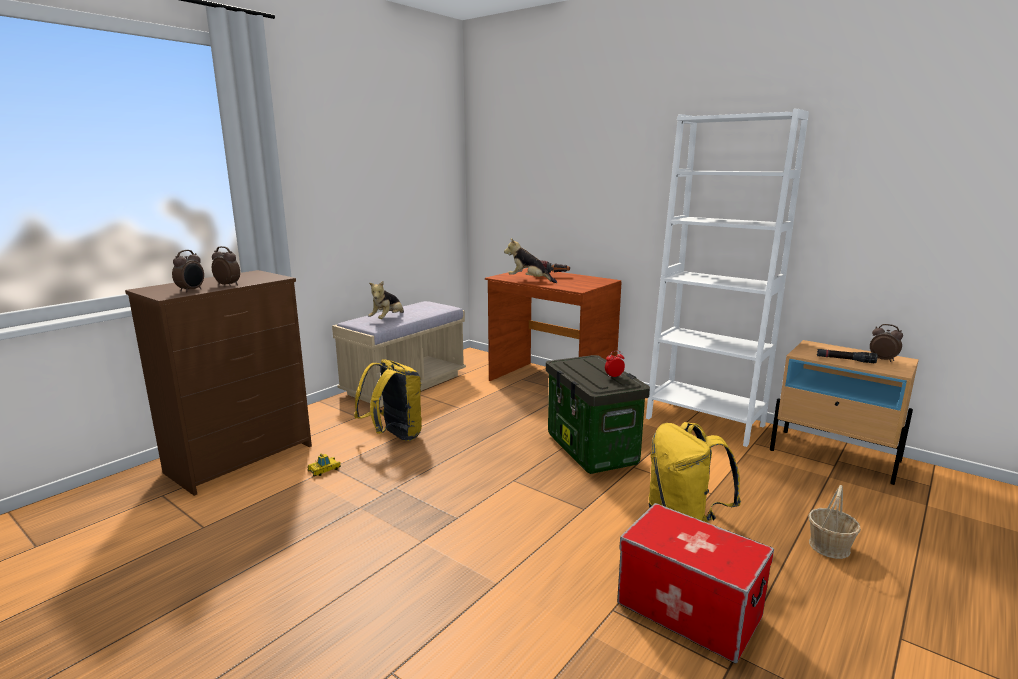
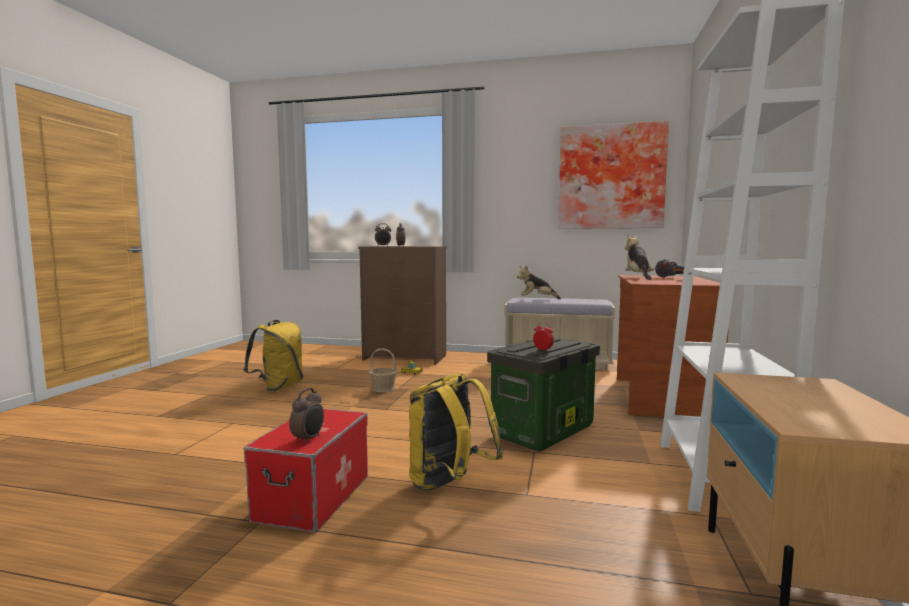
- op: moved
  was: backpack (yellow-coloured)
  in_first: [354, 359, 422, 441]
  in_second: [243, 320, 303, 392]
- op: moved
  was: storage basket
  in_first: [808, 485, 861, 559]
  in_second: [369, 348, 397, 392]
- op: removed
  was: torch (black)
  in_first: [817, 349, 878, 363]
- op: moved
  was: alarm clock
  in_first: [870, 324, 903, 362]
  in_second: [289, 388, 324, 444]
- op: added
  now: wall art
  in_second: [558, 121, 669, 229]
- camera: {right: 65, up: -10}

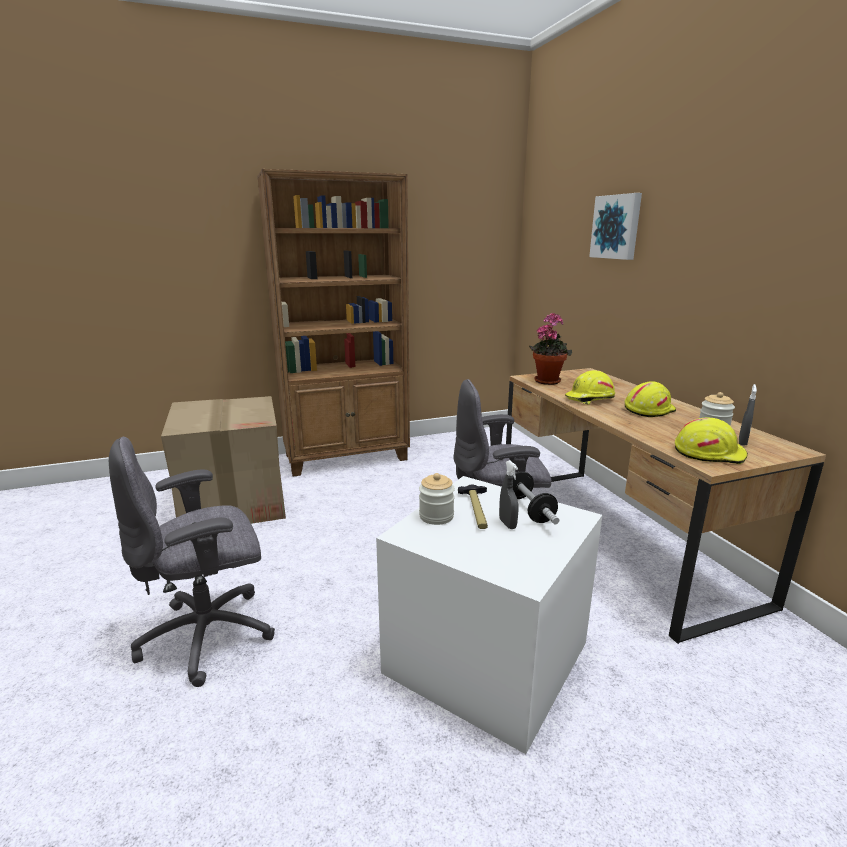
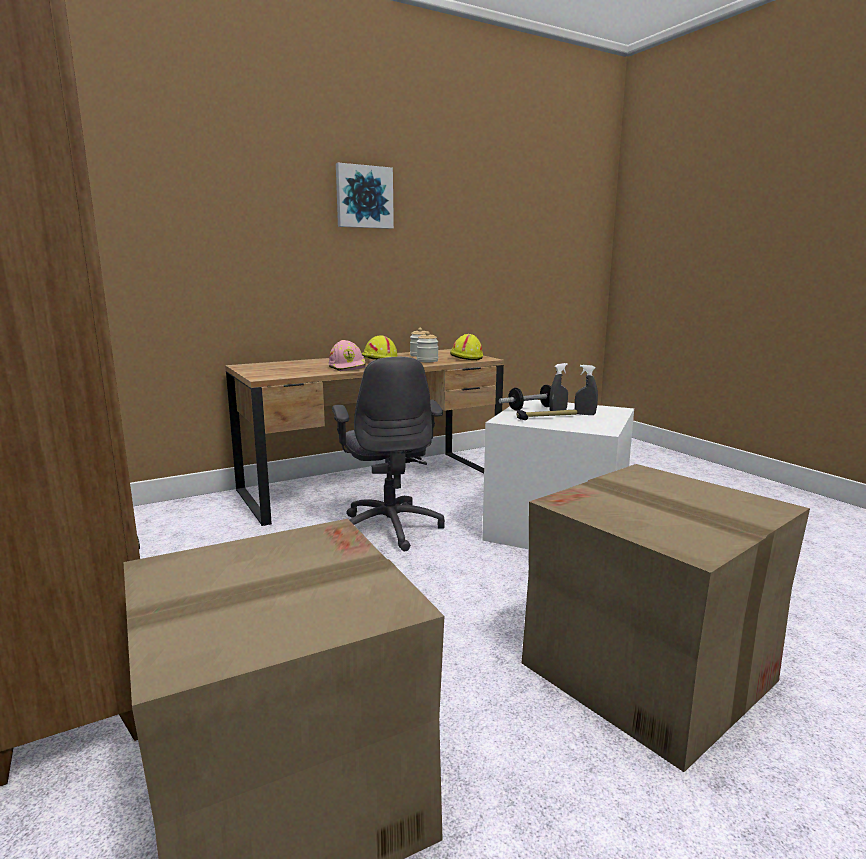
- op: replaced
  was: desk chair (gray)
  now: carton
  in_first: [109, 437, 275, 687]
  in_second: [522, 464, 810, 772]
- op: moved
  was: storage jar
  in_first: [419, 473, 455, 525]
  in_second: [417, 331, 438, 362]
- op: removed
  was: houseplant
  in_first: [529, 313, 572, 385]
- op: recoloured
  was: safety helmet (yellow-coloured)
  now: safety helmet (pink-coloured)
  in_first: [565, 370, 615, 405]
  in_second: [329, 340, 366, 371]
- op: moved
  was: wall art
  in_first: [589, 193, 642, 260]
  in_second: [336, 163, 394, 229]
- op: moved
  was: spray bottle (gray)
  in_first: [739, 384, 757, 446]
  in_second: [575, 365, 598, 415]
- camera: {right: -100, up: -5}

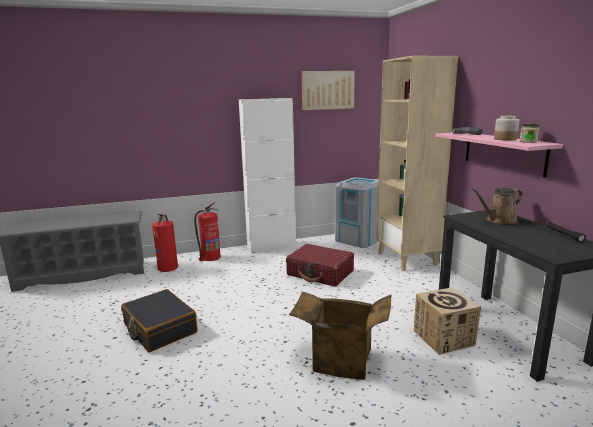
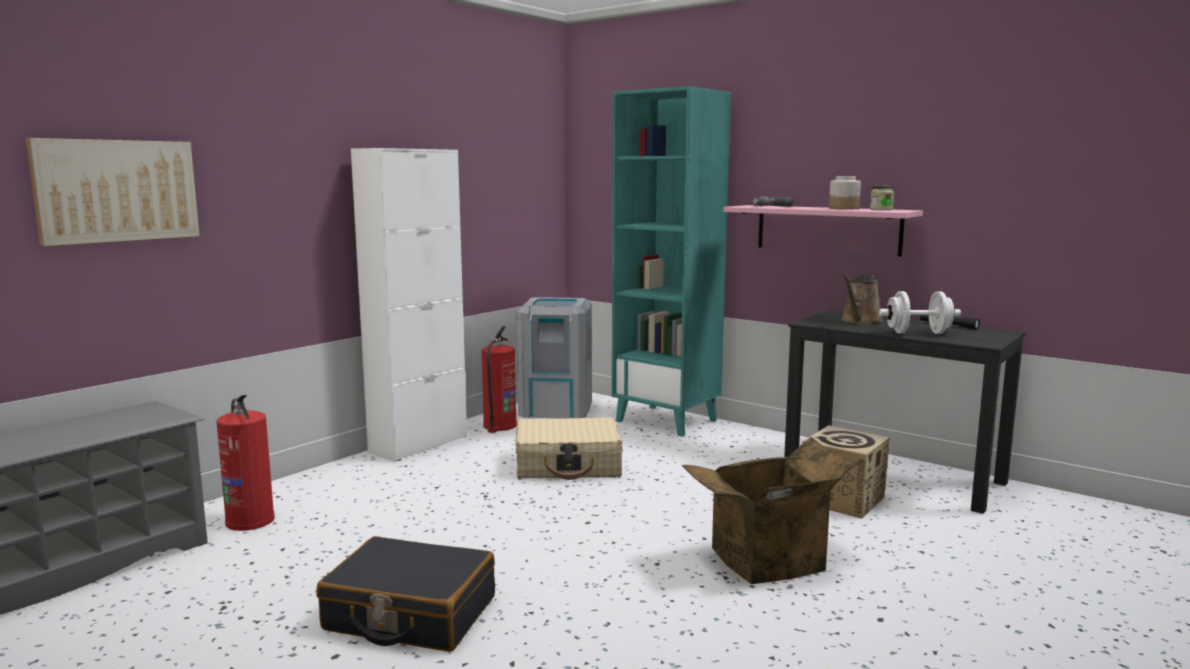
- op: moved
  was: extinguisher
  in_first: [194, 202, 221, 261]
  in_second: [482, 326, 517, 433]
- op: recoloured
  was: suitcase (red-coloured)
  now: suitcase (sand-coloured)
  in_first: [286, 244, 354, 287]
  in_second: [516, 417, 622, 480]
- op: moved
  was: wall art
  in_first: [302, 71, 355, 110]
  in_second: [26, 138, 200, 246]
- op: recoloured
  was: bookshelf (sand-coloured)
  now: bookshelf (turquoise)
  in_first: [377, 56, 458, 271]
  in_second: [612, 86, 731, 437]
- op: added
  now: dumbbell (whitish)
  in_second: [879, 291, 961, 334]
- camera: {right: -35, up: -5}

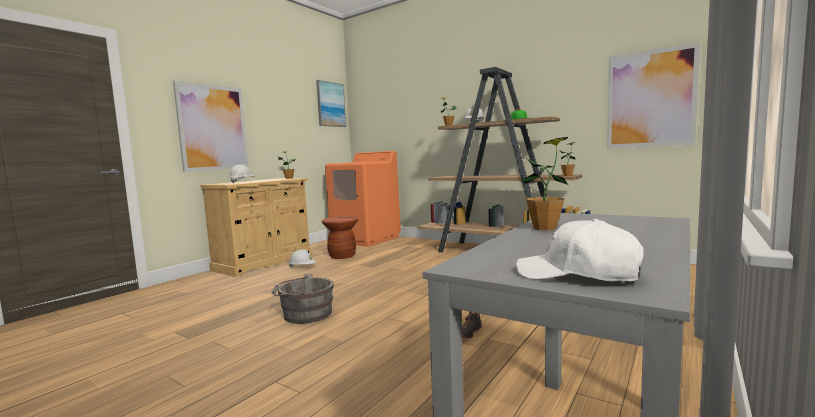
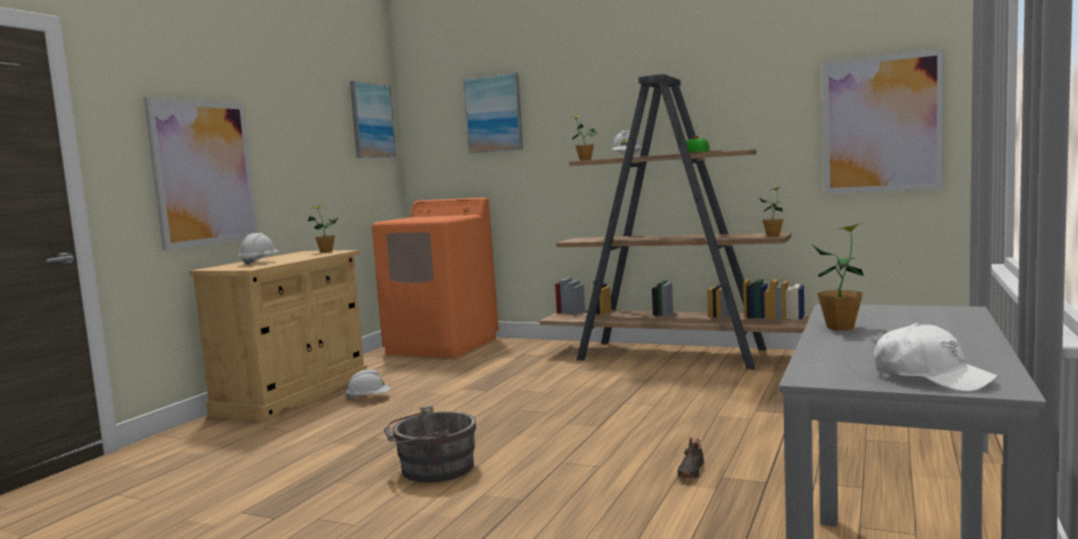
- op: removed
  was: sitting stool (brown-coloured)
  in_first: [322, 216, 358, 259]
- op: turned
  was: cap (whitish)
  in_first: [516, 218, 644, 281]
  in_second: [874, 323, 998, 392]
  clockwise: -150
- op: added
  now: wall art
  in_second: [463, 73, 523, 154]
- camera: {right: -10, up: 0}

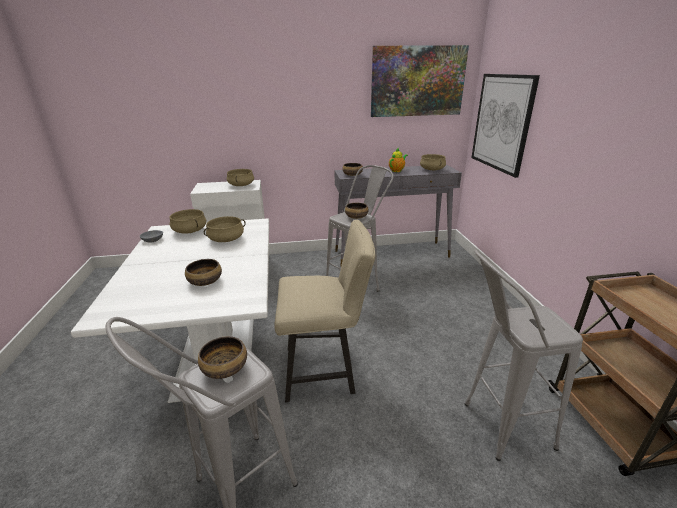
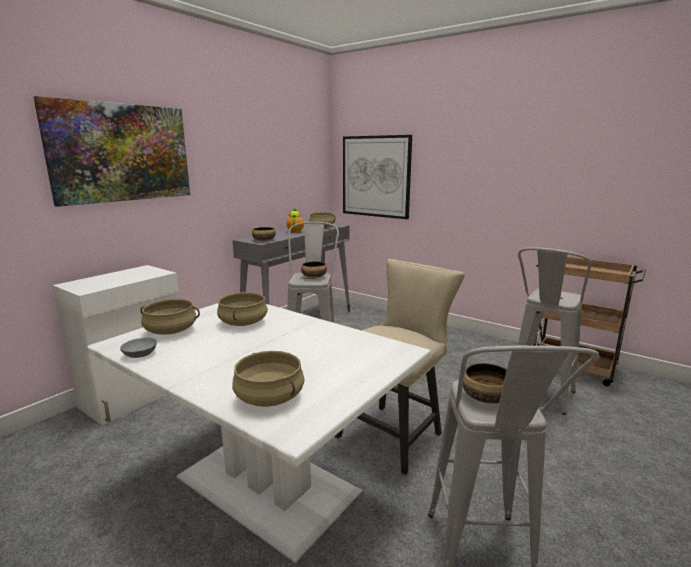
- op: removed
  was: bowl
  in_first: [185, 259, 222, 286]
- op: moved
  was: stockpot (sand-coloured)
  in_first: [227, 169, 254, 186]
  in_second: [232, 351, 305, 407]
- op: moved
  was: wall art
  in_first: [371, 45, 469, 117]
  in_second: [33, 96, 190, 207]
- camera: {right: -45, up: -10}

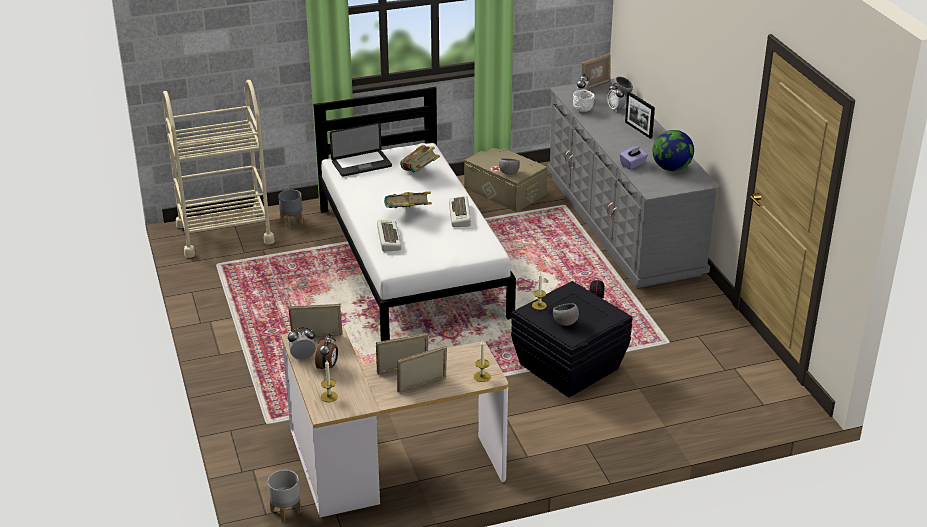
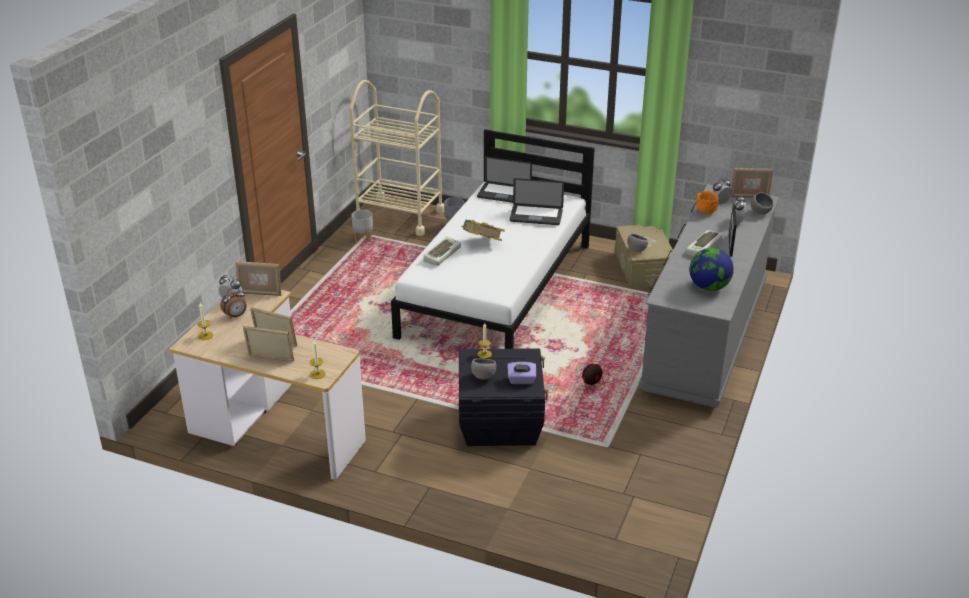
- op: moved
  was: planter (gray)
  in_first: [268, 470, 301, 522]
  in_second: [352, 210, 373, 243]
- op: turned
  was: standing frame
  in_first: [288, 304, 343, 337]
  in_second: [235, 261, 282, 296]
  clockwise: 150
- op: replaced
  was: book
  now: notebook computer
  in_first: [400, 144, 440, 173]
  in_second: [509, 178, 564, 225]
- op: moved
  was: PC keyboard
  in_first: [449, 196, 471, 227]
  in_second: [686, 230, 723, 256]
- op: recoloured
  was: bowl (whitish)
  now: bowl (orange-coloured)
  in_first: [573, 89, 595, 112]
  in_second: [696, 191, 719, 214]
- op: moved
  was: box of tissues (purple-coloured)
  in_first: [619, 146, 648, 170]
  in_second: [507, 362, 536, 384]
- camera: {right: 40, up: 0}

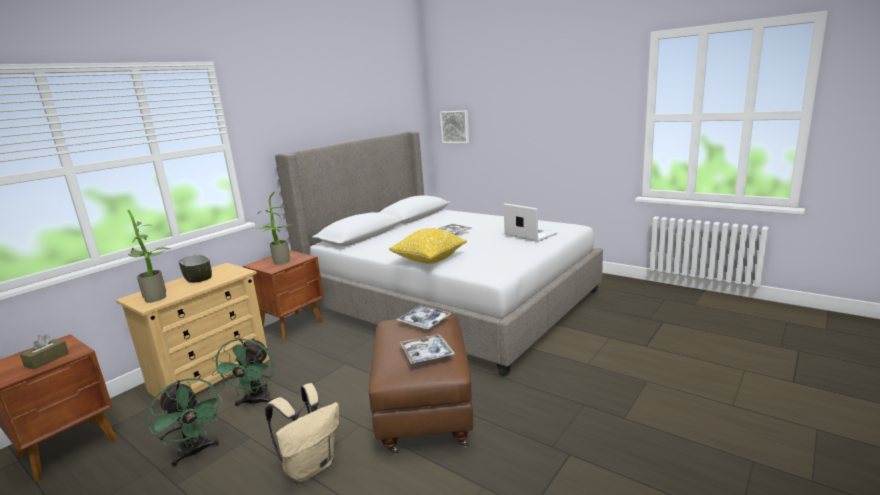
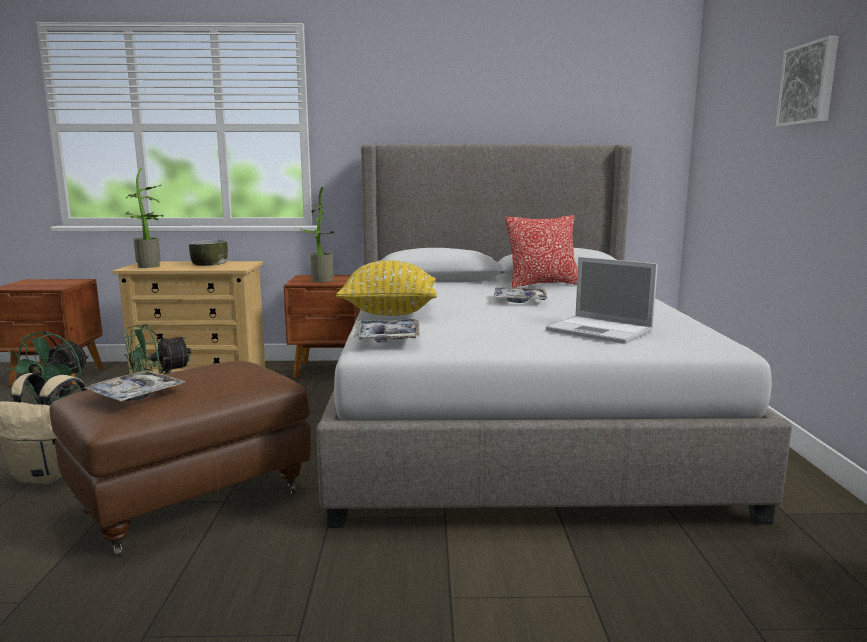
- op: removed
  was: box of tissues (brown-coloured)
  in_first: [20, 334, 69, 370]
- op: moved
  was: serving tray
  in_first: [397, 305, 451, 329]
  in_second: [353, 319, 420, 343]
- op: moved
  was: wall art
  in_first: [440, 111, 469, 143]
  in_second: [776, 36, 839, 127]
- op: turned
  was: notebook computer
  in_first: [504, 203, 557, 242]
  in_second: [546, 257, 658, 344]
  clockwise: 120
- op: added
  now: pillow
  in_second: [505, 215, 578, 287]
- camera: {right: 50, up: -5}

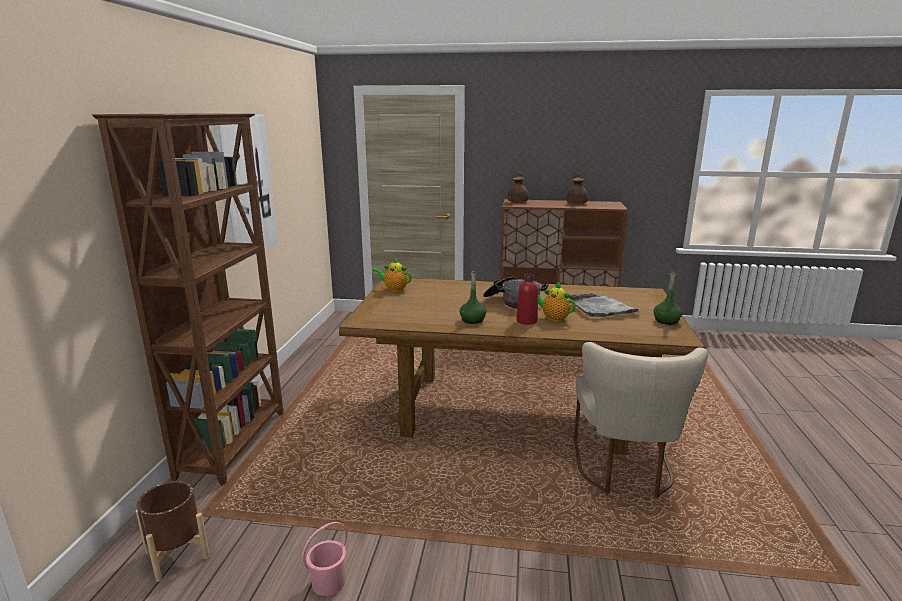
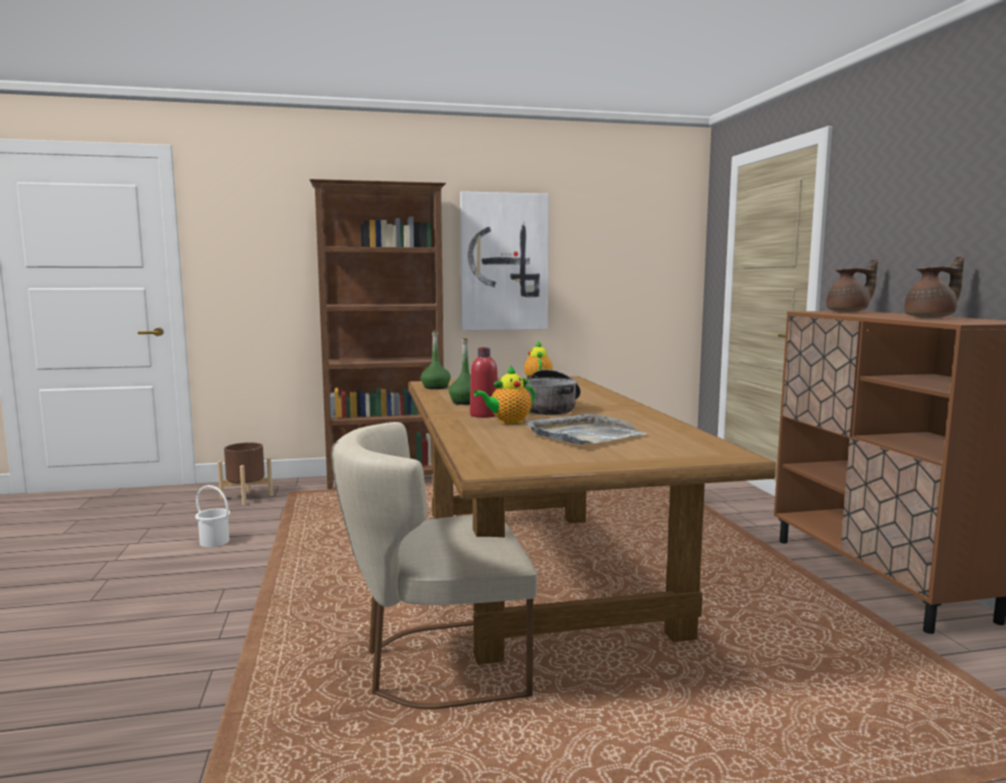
- op: recoloured
  was: pail (pink-coloured)
  now: pail (whitish)
  in_first: [302, 522, 347, 596]
  in_second: [195, 485, 230, 547]
- op: turned
  was: tea pot
  in_first: [538, 282, 575, 322]
  in_second: [474, 365, 535, 424]
  clockwise: -135
- op: moved
  was: bottle (green)
  in_first: [653, 272, 682, 325]
  in_second: [421, 330, 451, 389]
- camera: {right: 70, up: -10}

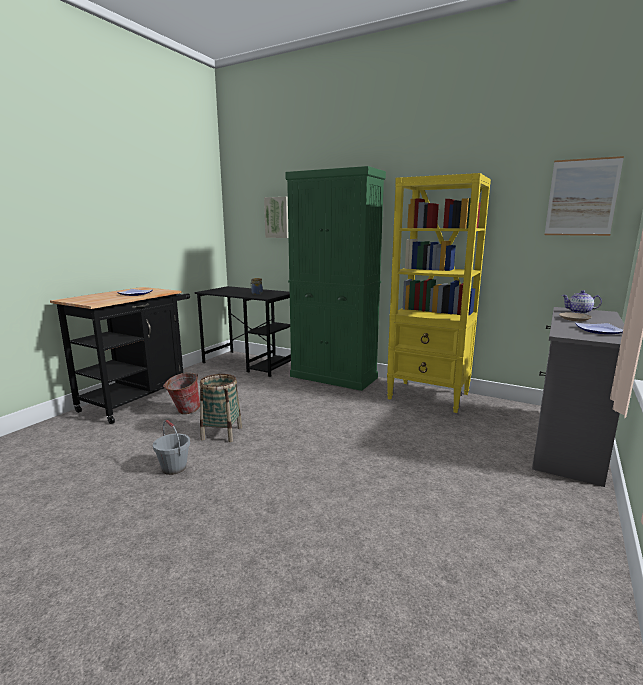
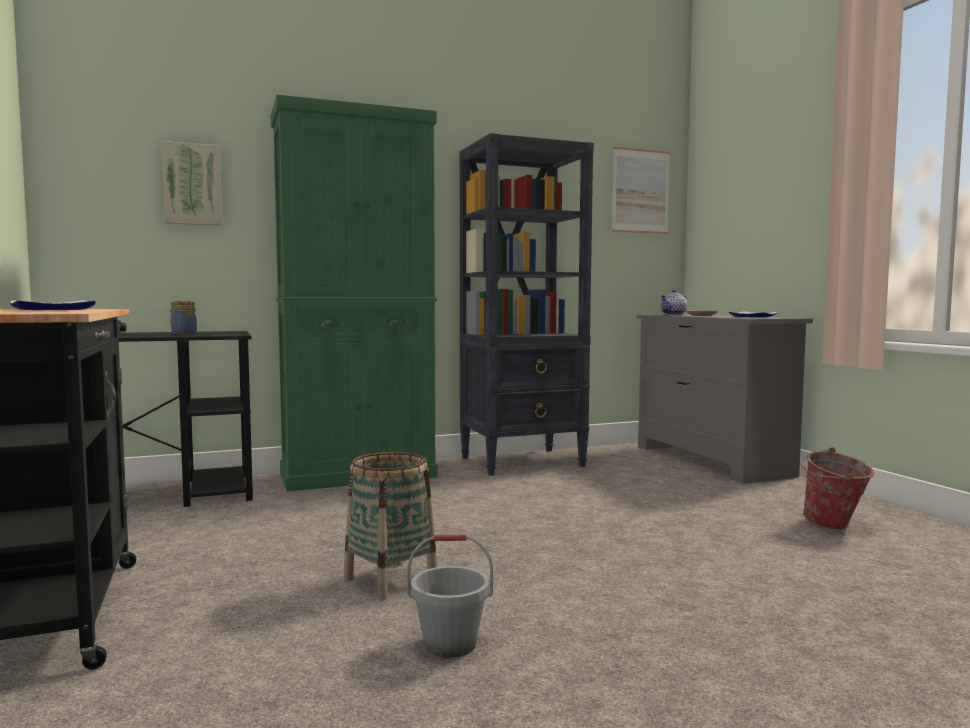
- op: moved
  was: pail
  in_first: [163, 373, 200, 414]
  in_second: [801, 447, 874, 529]
- op: recoloured
  was: bookshelf (yellow-coloured)
  now: bookshelf (black)
  in_first: [387, 173, 491, 413]
  in_second: [459, 133, 594, 476]
- camera: {right: -50, up: -10}

